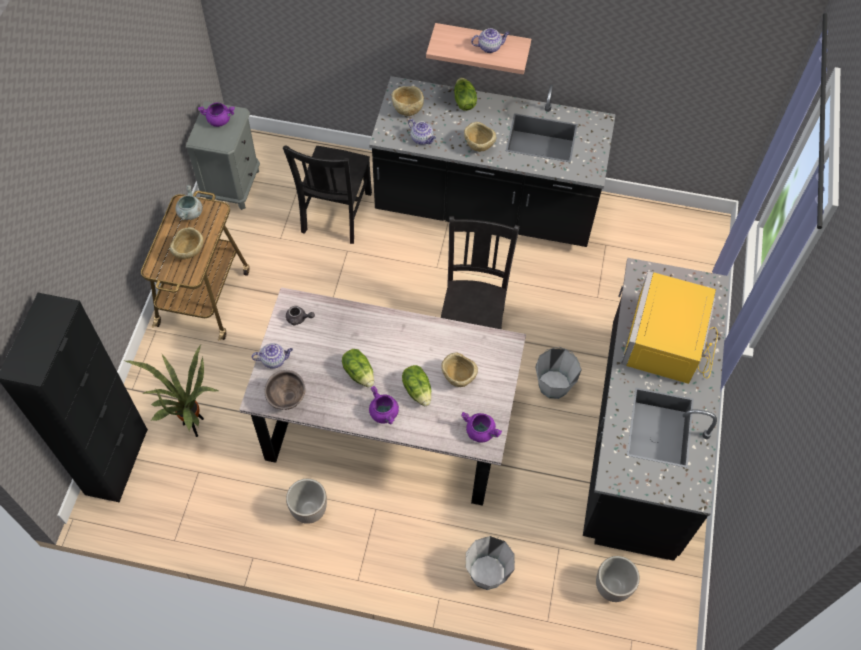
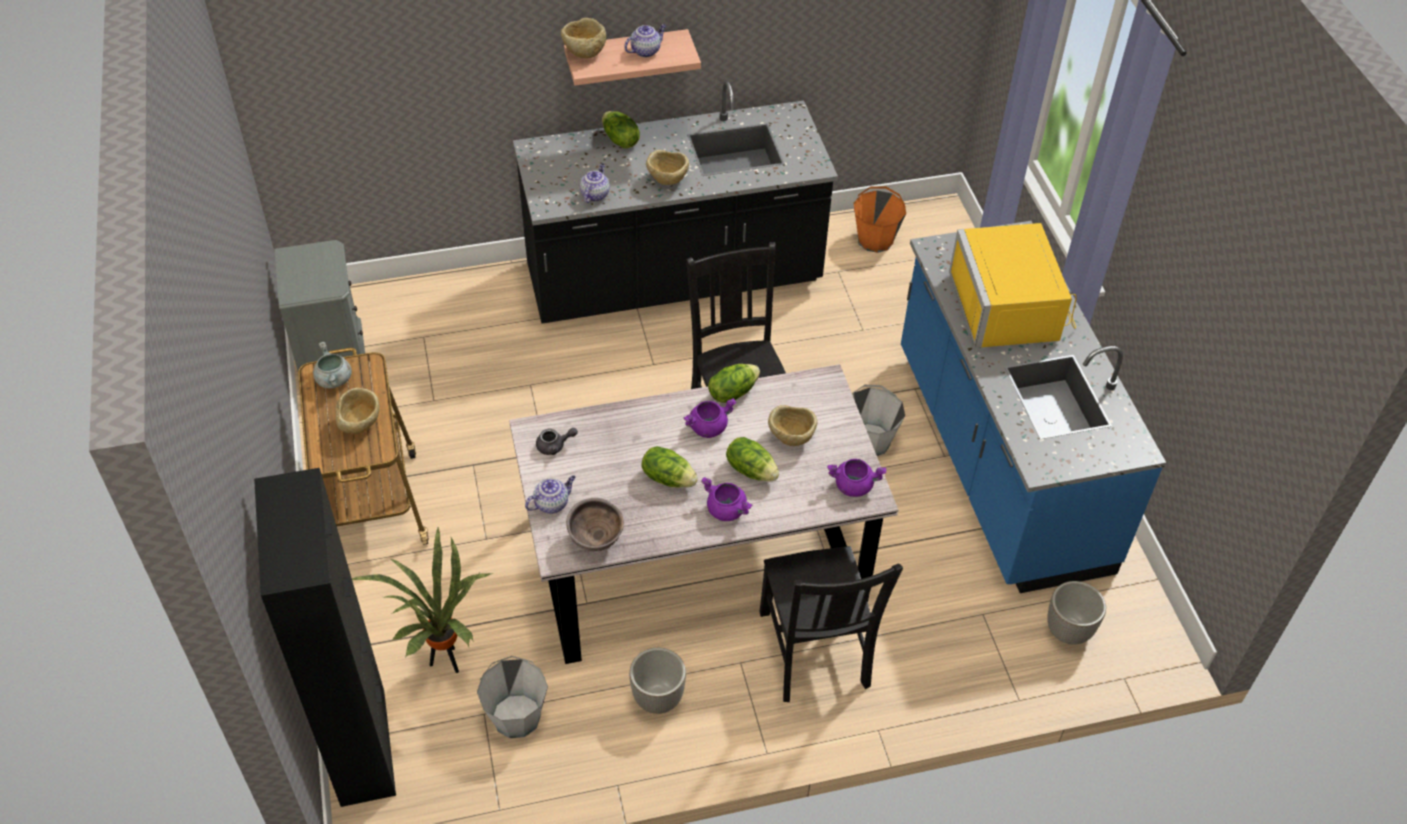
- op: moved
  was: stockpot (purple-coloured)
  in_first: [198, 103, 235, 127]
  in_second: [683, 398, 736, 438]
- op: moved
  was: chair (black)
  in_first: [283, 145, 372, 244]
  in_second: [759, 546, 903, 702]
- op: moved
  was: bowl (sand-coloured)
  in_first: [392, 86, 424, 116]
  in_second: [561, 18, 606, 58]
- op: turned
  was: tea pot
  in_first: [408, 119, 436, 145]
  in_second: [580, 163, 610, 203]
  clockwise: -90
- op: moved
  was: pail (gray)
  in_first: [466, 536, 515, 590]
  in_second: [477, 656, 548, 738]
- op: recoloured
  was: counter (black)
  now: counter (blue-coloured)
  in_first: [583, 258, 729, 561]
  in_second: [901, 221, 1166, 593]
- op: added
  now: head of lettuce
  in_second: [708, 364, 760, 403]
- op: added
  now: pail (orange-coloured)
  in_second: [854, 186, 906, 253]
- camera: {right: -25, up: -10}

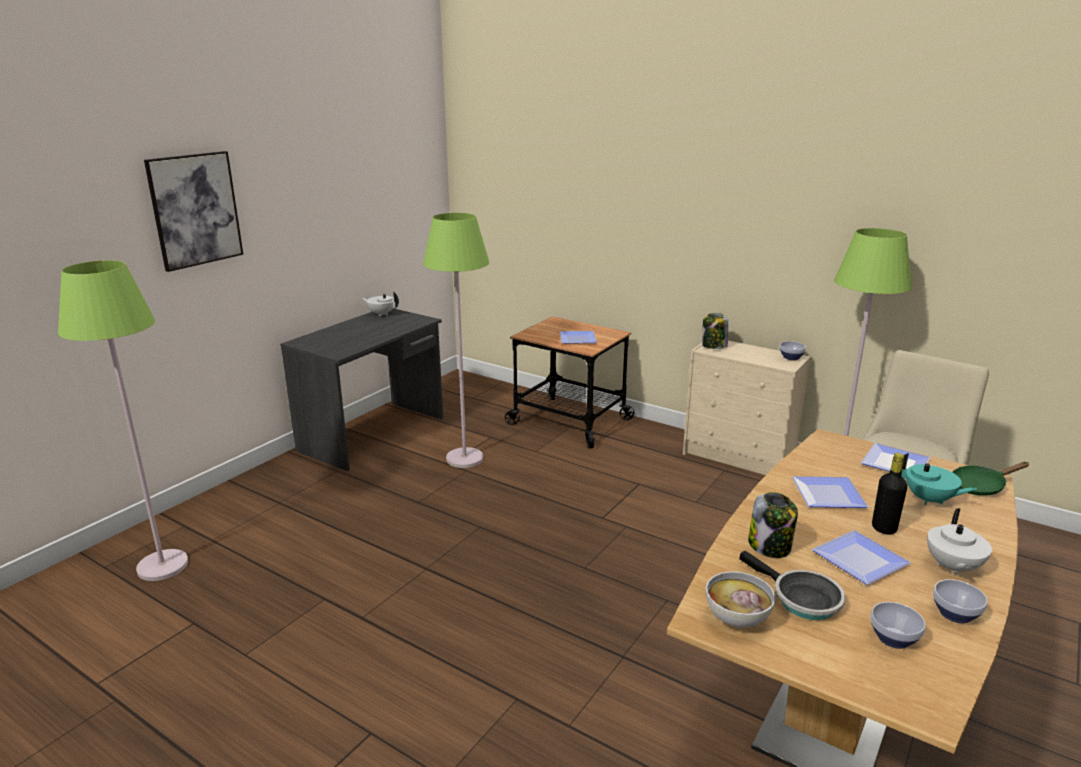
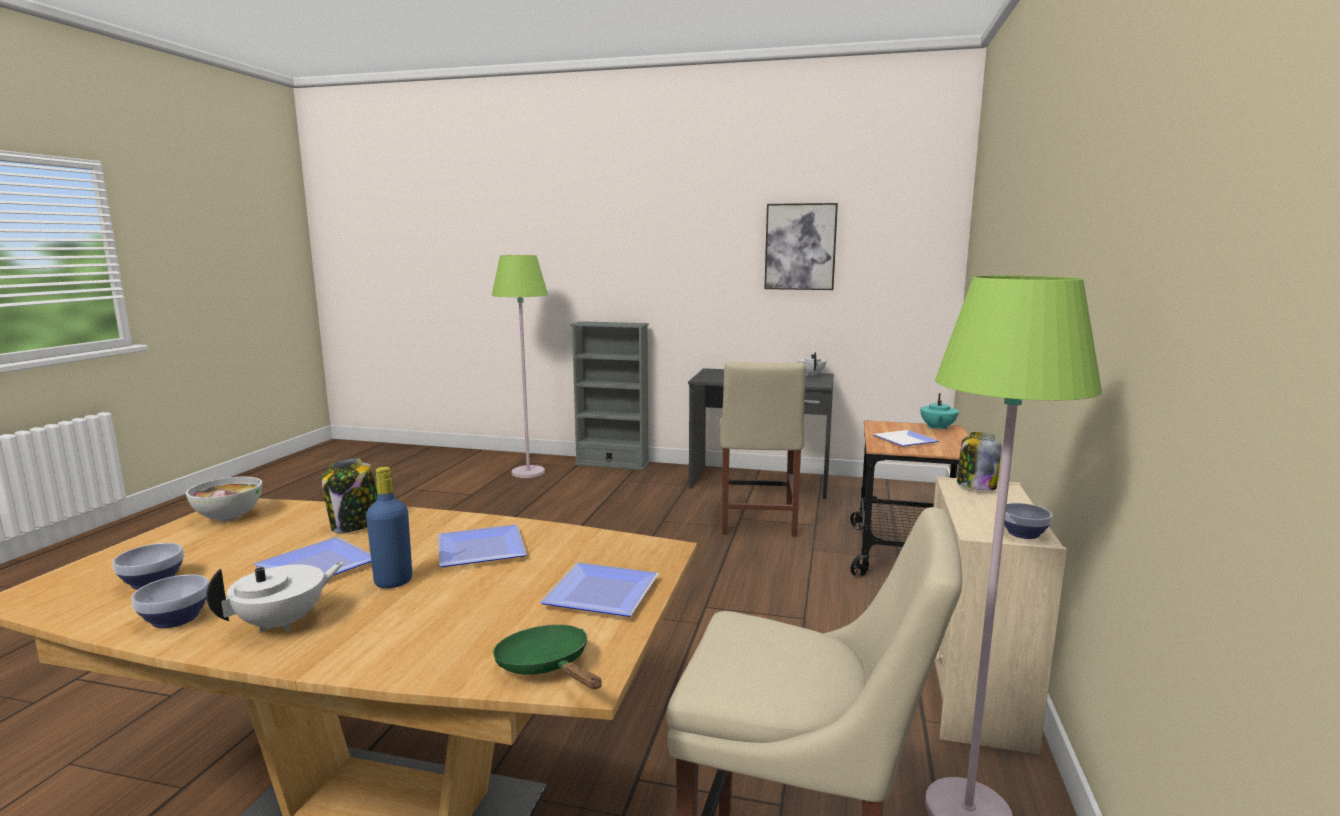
- op: moved
  was: wall art
  in_first: [144, 151, 243, 272]
  in_second: [764, 203, 838, 290]
- op: replaced
  was: standard lamp (green)
  now: chair (sand-coloured)
  in_first: [423, 213, 489, 468]
  in_second: [719, 361, 806, 537]
- op: removed
  was: frying pan
  in_first: [740, 551, 846, 620]
- op: recoloured
  was: bottle (black)
  now: bottle (blue-coloured)
  in_first: [872, 453, 907, 535]
  in_second: [366, 467, 412, 588]
- op: moved
  was: tea pot (turquoise)
  in_first: [901, 453, 977, 505]
  in_second: [920, 393, 959, 431]
- op: turned
  was: tea pot (whitish)
  in_first: [927, 508, 992, 576]
  in_second: [206, 562, 344, 633]
  clockwise: 135
- op: added
  now: bookshelf (gray)
  in_second: [570, 321, 650, 470]
- camera: {right: 70, up: -10}

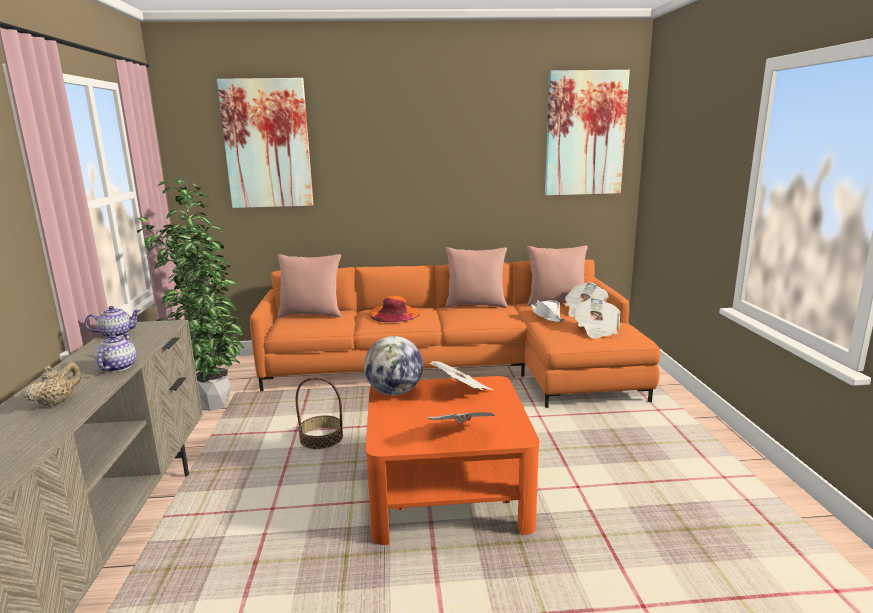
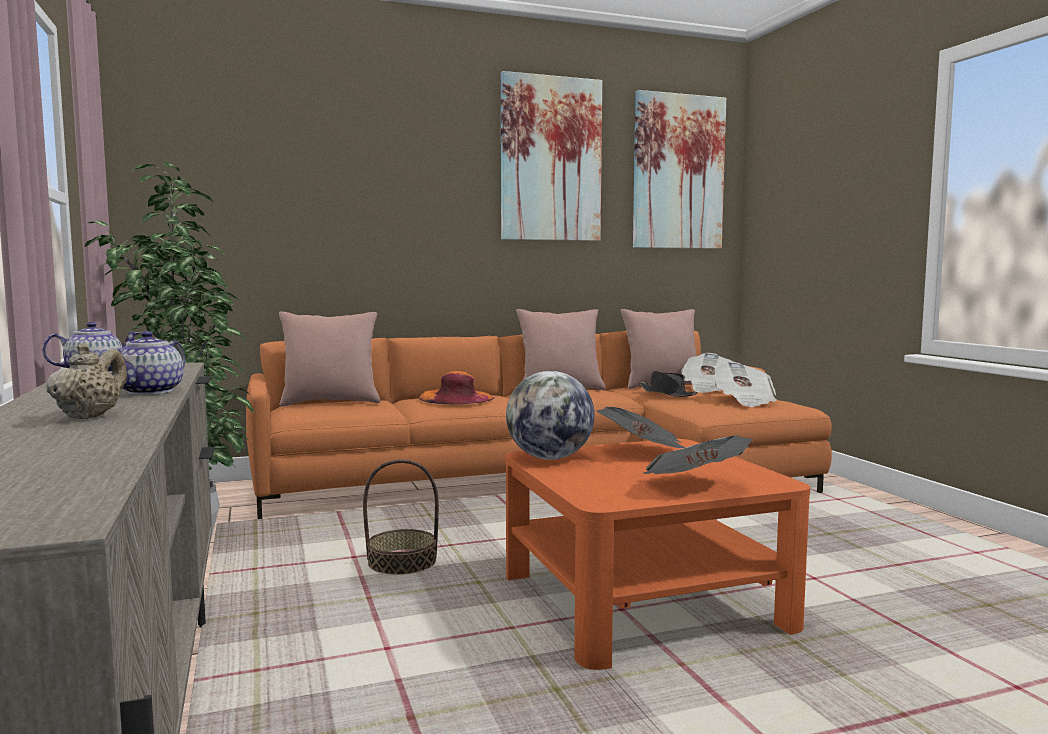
- op: turned
  was: tea pot
  in_first: [95, 333, 136, 372]
  in_second: [107, 331, 185, 395]
  clockwise: -150
- op: moved
  was: wall art
  in_first: [217, 78, 314, 208]
  in_second: [501, 71, 602, 241]
- op: recoloured
  was: hat (whitish)
  now: hat (black)
  in_first: [531, 300, 565, 322]
  in_second: [639, 371, 697, 397]
- camera: {right: -15, up: -10}

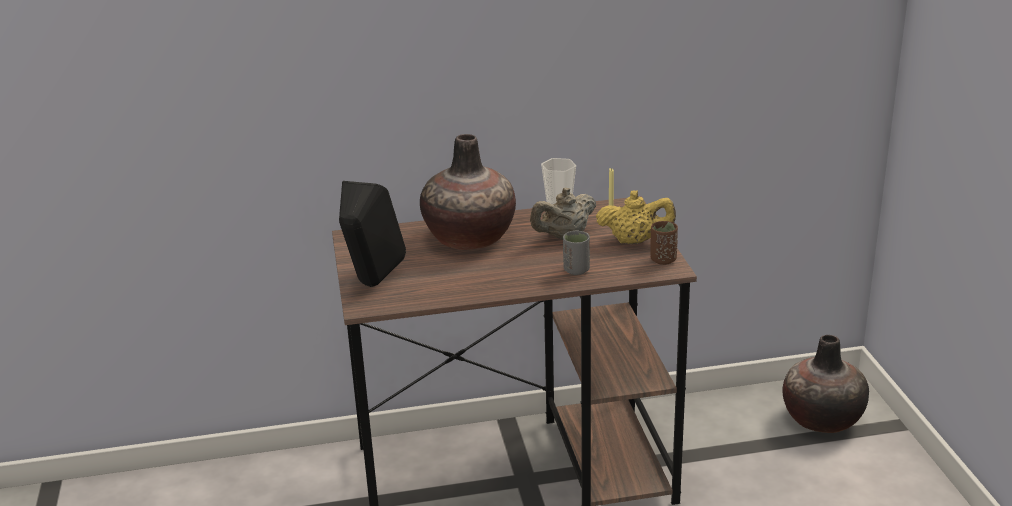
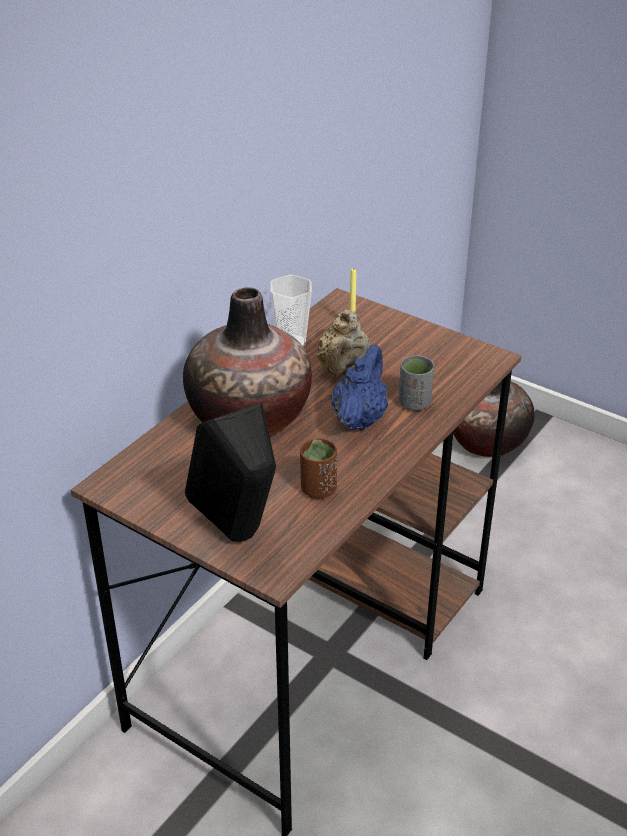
- op: removed
  was: tea pot (yellow-coloured)
  in_first: [596, 190, 676, 244]
- op: moved
  was: small cup (brown-coloured)
  in_first: [651, 221, 678, 265]
  in_second: [300, 438, 337, 498]
- op: added
  now: tea pot (blue-coloured)
  in_second: [331, 345, 388, 431]
- camera: {right: -45, up: 10}

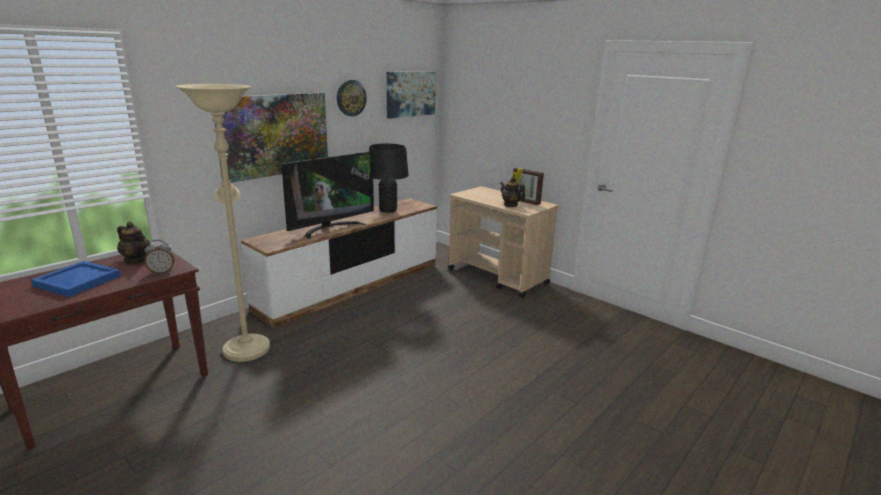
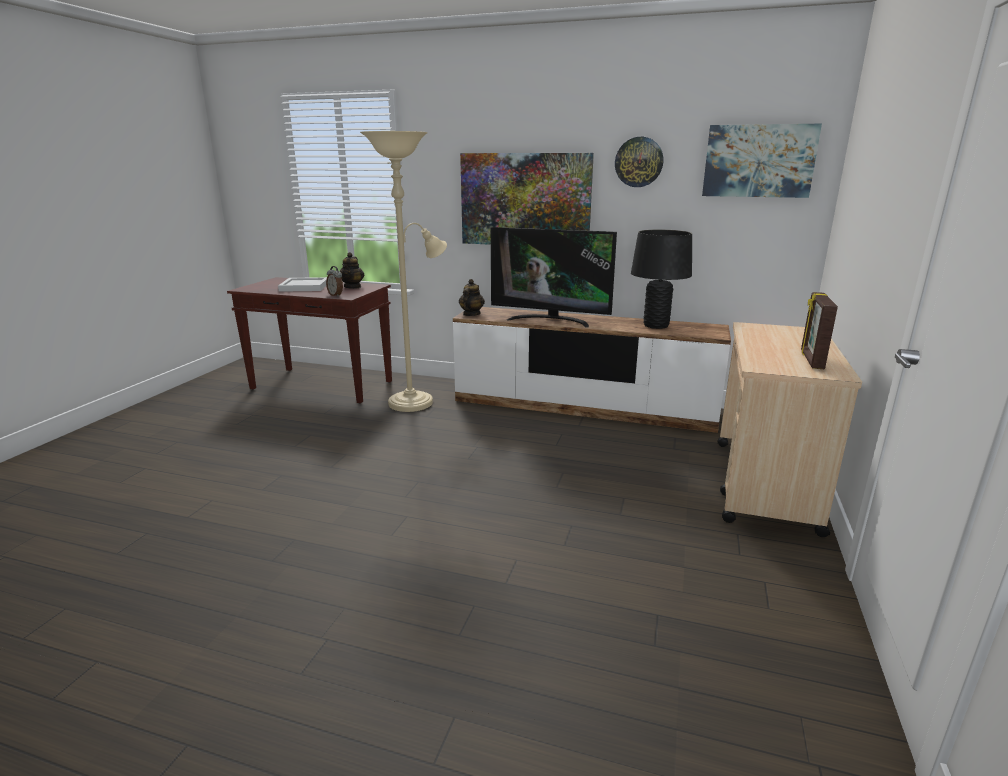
- op: recoloured
  was: serving tray (blue-coloured)
  now: serving tray (whitish)
  in_first: [31, 261, 120, 297]
  in_second: [278, 277, 327, 292]
- op: moved
  was: tea pot
  in_first: [500, 177, 525, 207]
  in_second: [459, 279, 485, 316]
- camera: {right: 65, up: 0}

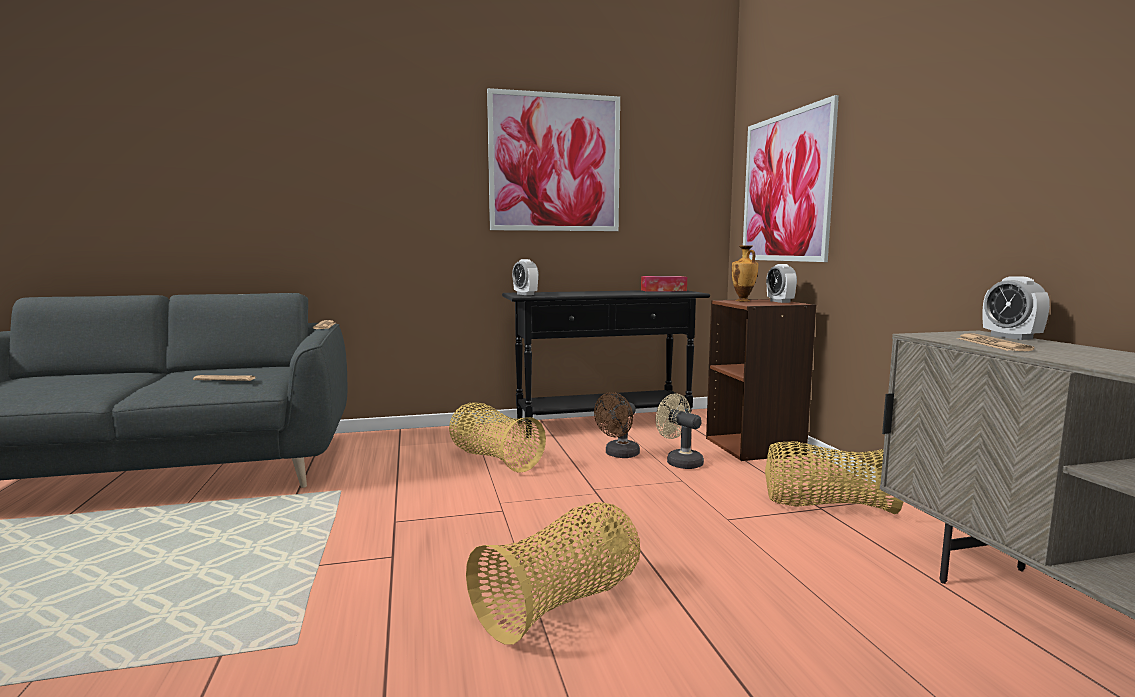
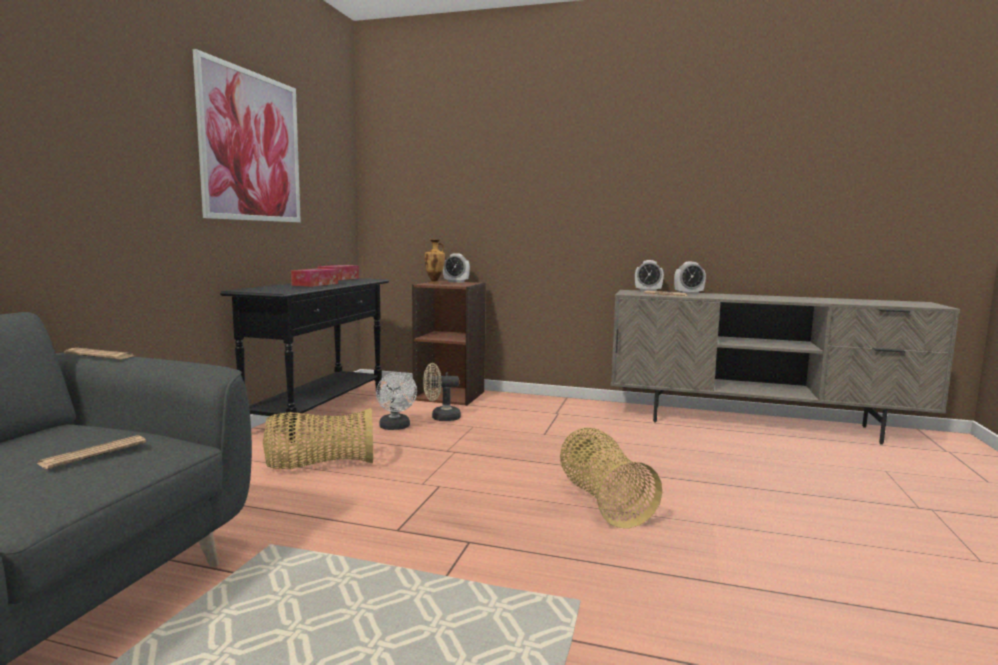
- op: moved
  was: alarm clock
  in_first: [512, 259, 539, 295]
  in_second: [674, 262, 706, 295]
- op: recoloured
  was: electric fan (brown-coloured)
  now: electric fan (whitish)
  in_first: [594, 392, 640, 458]
  in_second: [376, 372, 417, 430]
- op: removed
  was: wall art
  in_first: [742, 95, 839, 262]
- op: removed
  was: storage basket
  in_first: [765, 441, 903, 514]
- op: added
  now: box of tissues
  in_second: [291, 268, 338, 287]
- camera: {right: -60, up: 0}

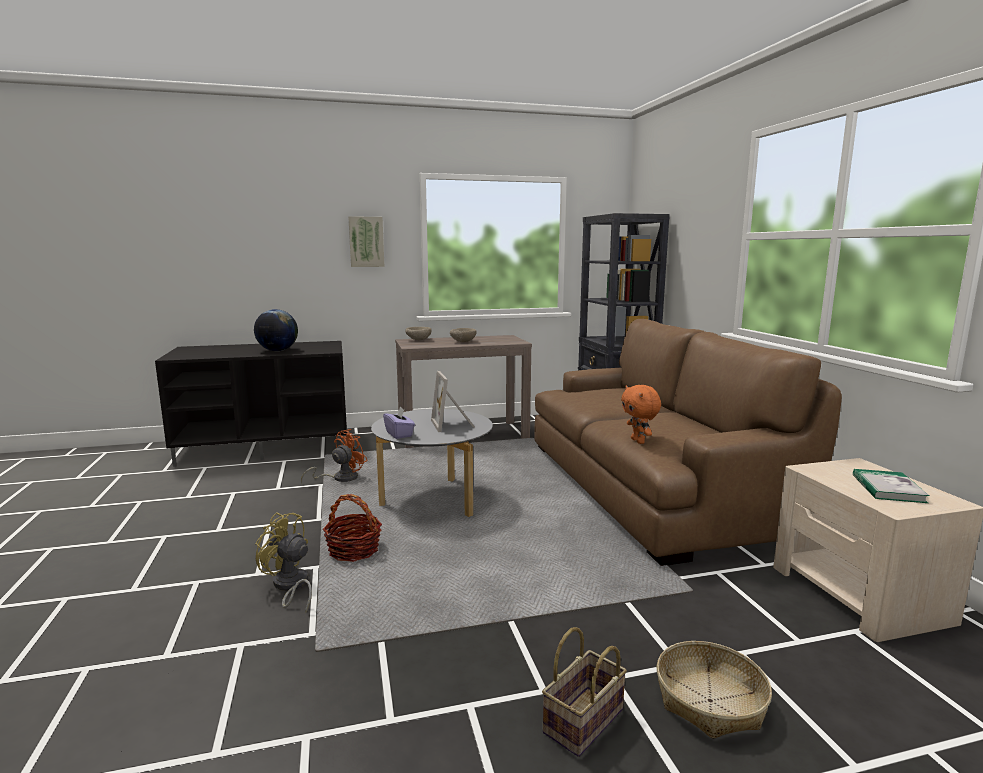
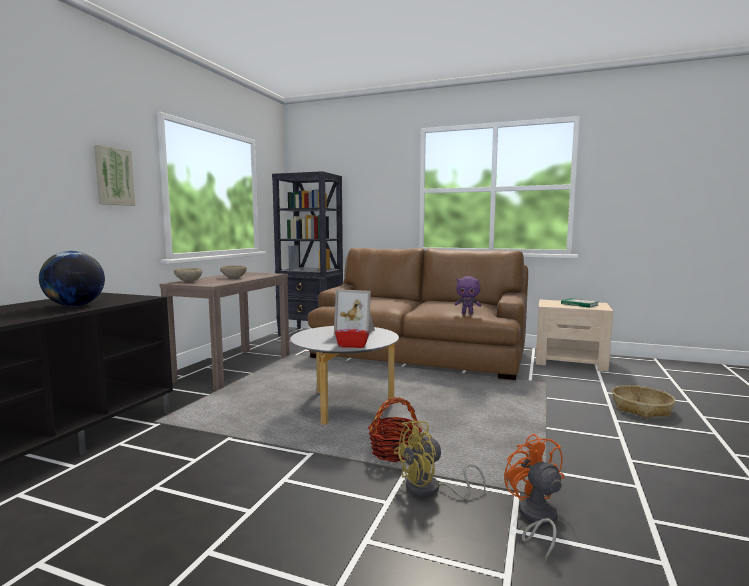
- op: moved
  was: electric fan (orange-coloured)
  in_first: [301, 429, 368, 483]
  in_second: [504, 434, 564, 561]
- op: recoloured
  was: box of tissues (purple-coloured)
  now: box of tissues (red-coloured)
  in_first: [383, 407, 415, 439]
  in_second: [335, 321, 369, 348]
- op: removed
  was: storage basket
  in_first: [542, 627, 627, 757]
- op: recoloured
  was: plush toy (orange-coloured)
  now: plush toy (purple-coloured)
  in_first: [621, 385, 661, 444]
  in_second: [455, 276, 481, 314]
- camera: {right: -55, up: -5}

